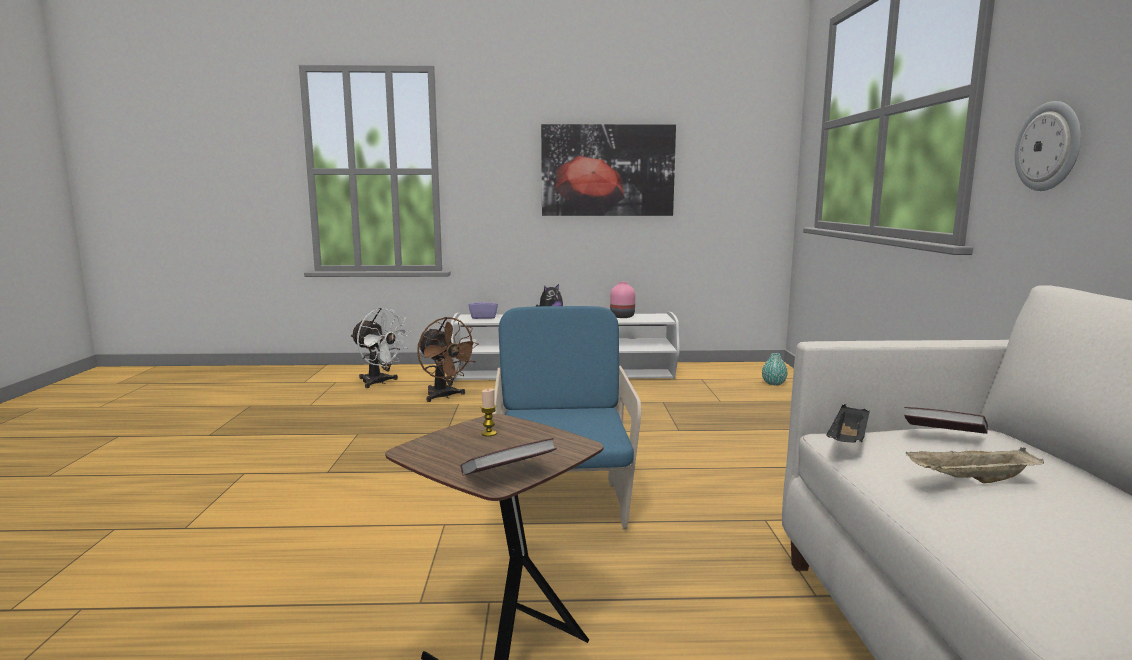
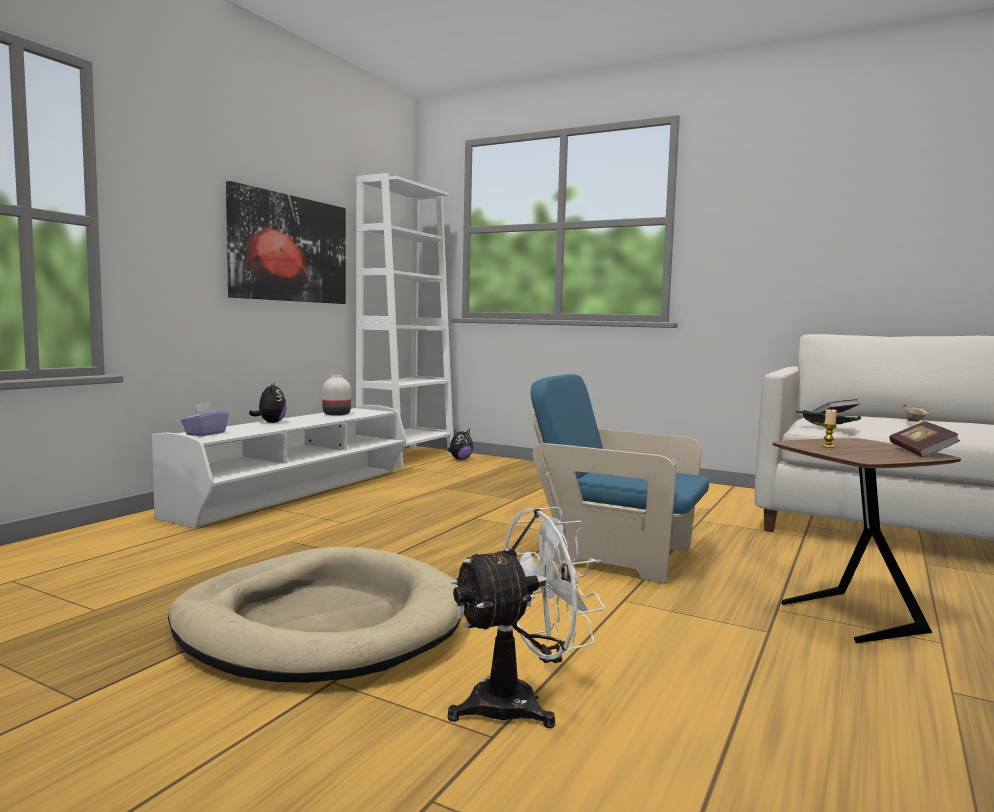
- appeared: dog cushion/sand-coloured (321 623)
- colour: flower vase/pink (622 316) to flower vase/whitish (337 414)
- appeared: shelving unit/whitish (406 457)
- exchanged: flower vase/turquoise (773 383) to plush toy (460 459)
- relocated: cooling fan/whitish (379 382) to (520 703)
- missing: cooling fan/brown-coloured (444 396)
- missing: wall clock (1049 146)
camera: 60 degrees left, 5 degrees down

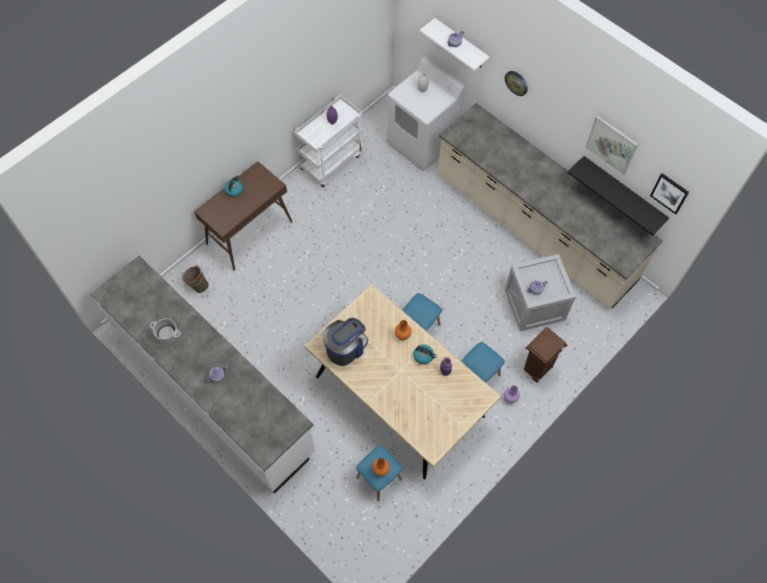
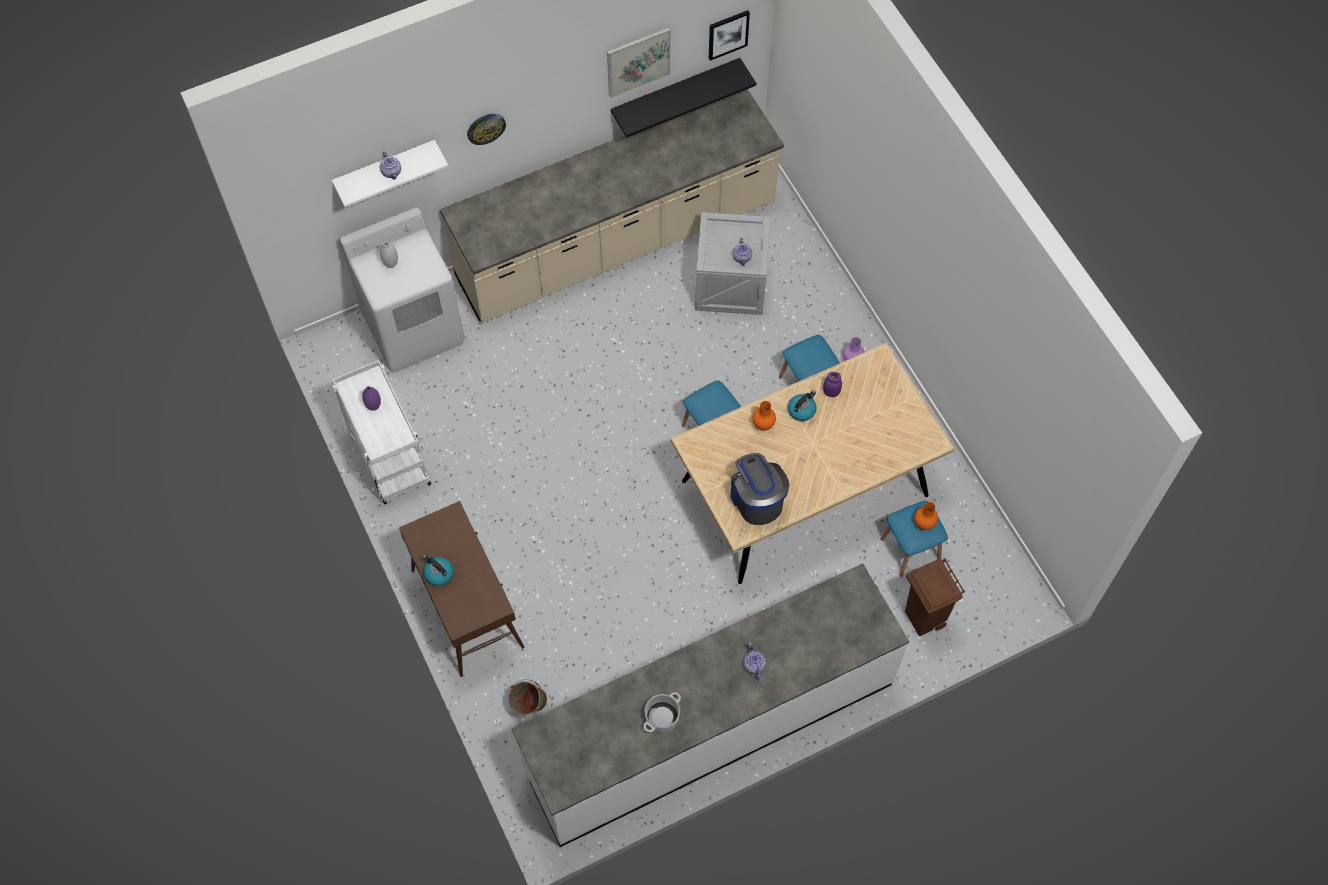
- relocated: rubbish bin/brown-coloured (536 369) to (924 619)
camera: 70 degrees left, 0 degrees up

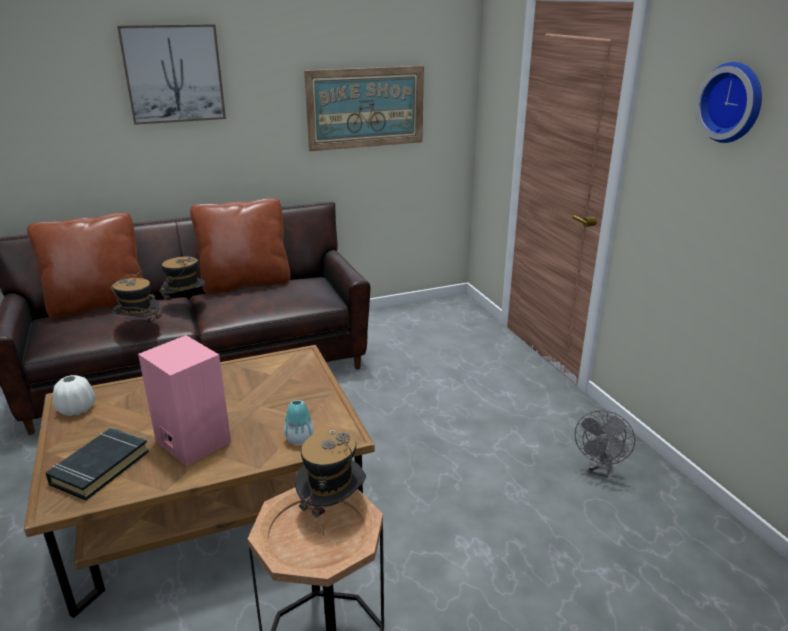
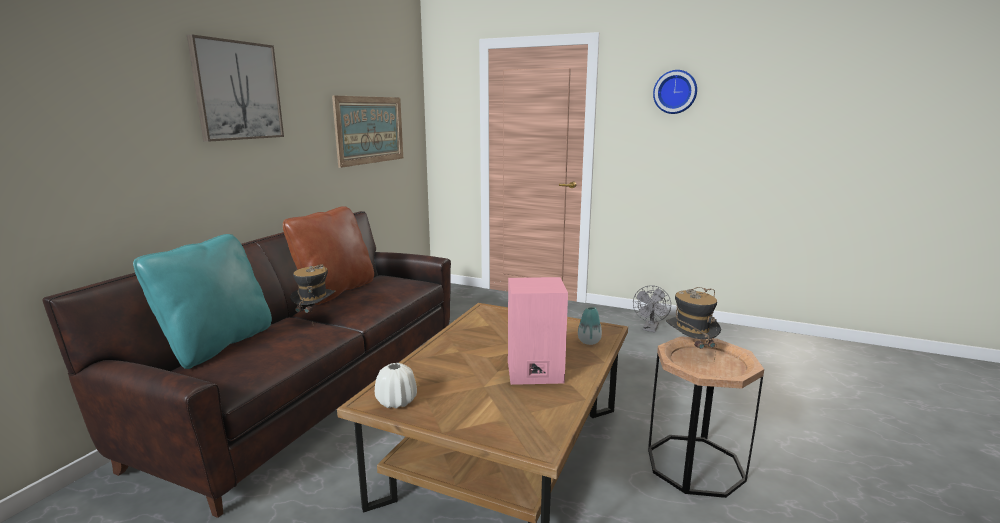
- colour: pillow/brown-coloured (98 305) to pillow/turquoise (218 344)
- spun: cooling fan/greyish (599 469) = (650 329) 45 degrees clockwise
- missing: volume/black (100 467)
- missing: hat (140 329)
camera: 45 degrees left, 10 degrees down

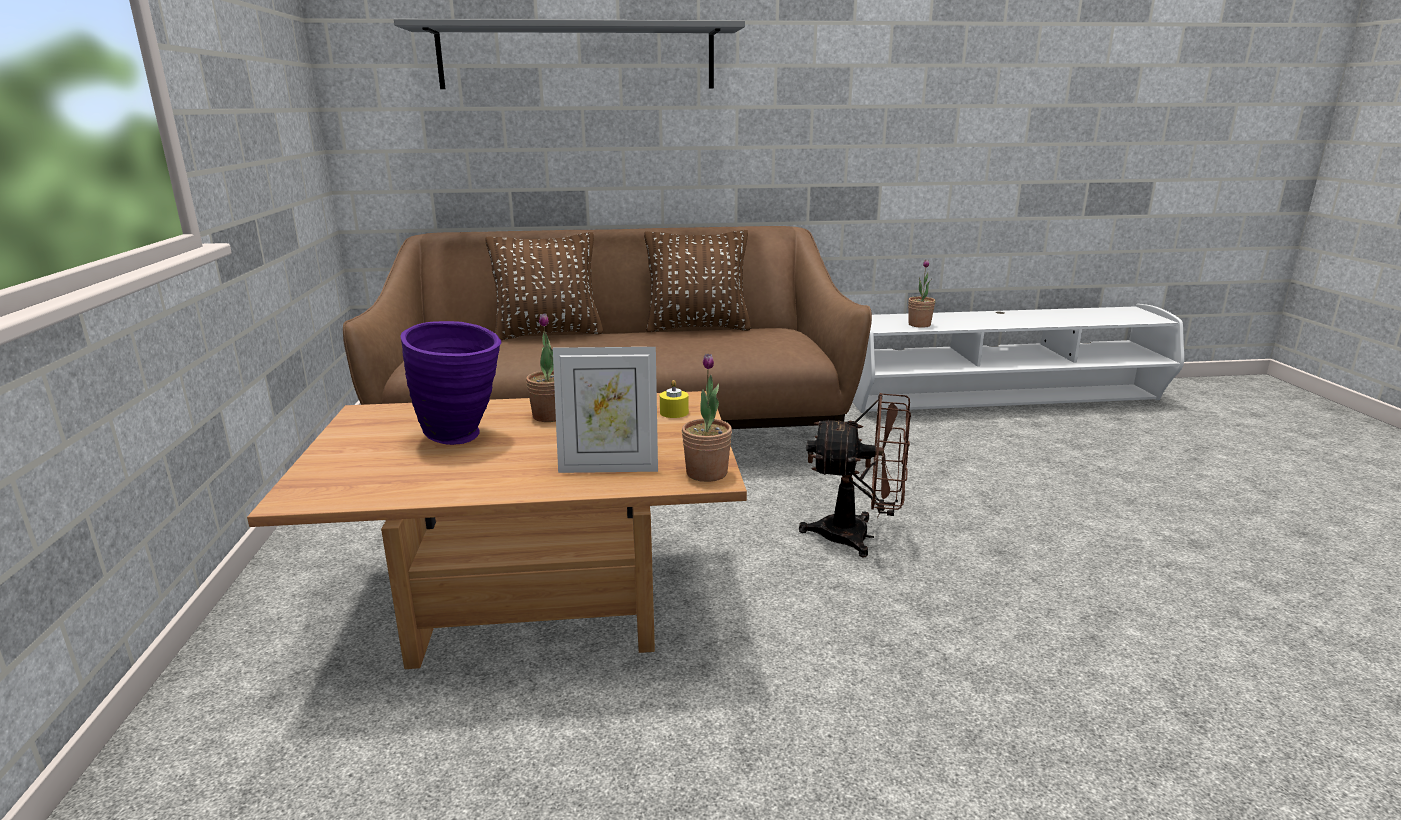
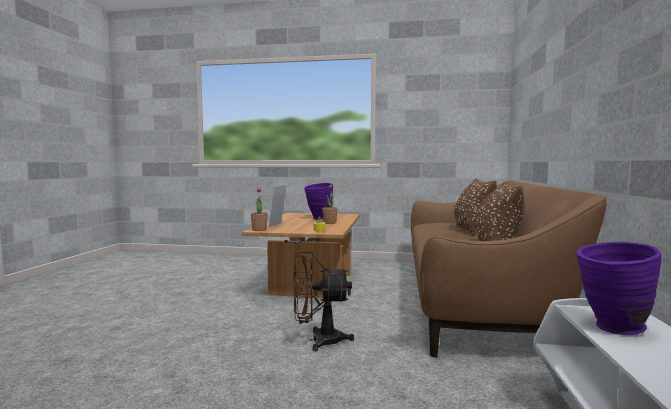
- spun: cooling fan/brown-coloured (858 536) = (318 340) 60 degrees clockwise
- exchanged: plant in a pot (919 325) to flower vase/purplish (611 329)
- missing: bracket shelf/greyish (577 57)
camera: 105 degrees right, 15 degrees down

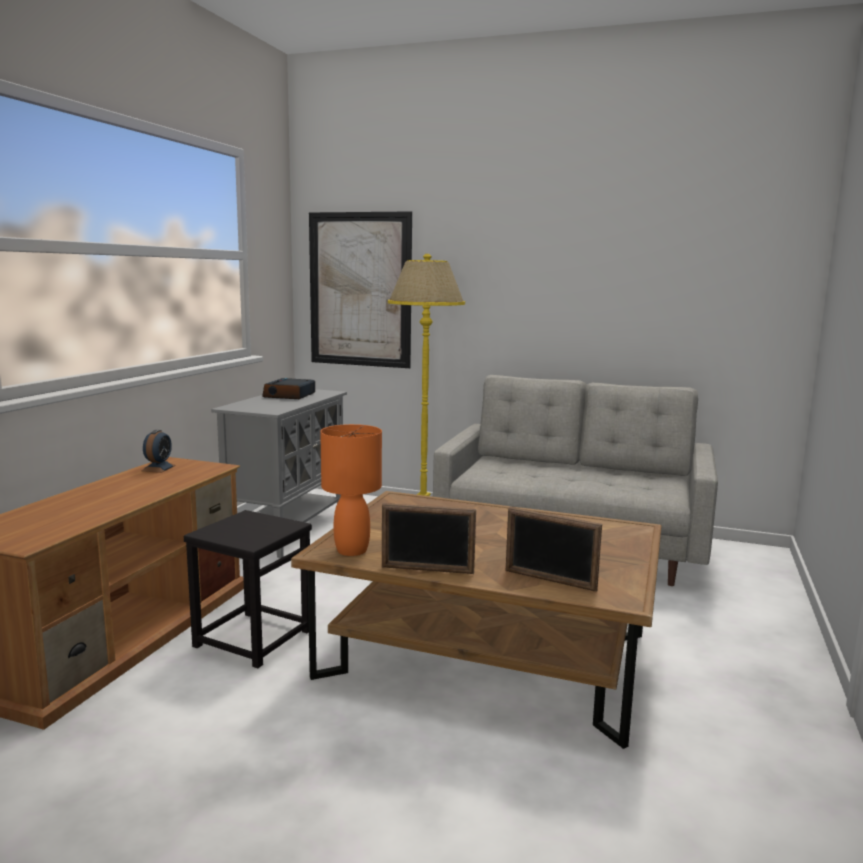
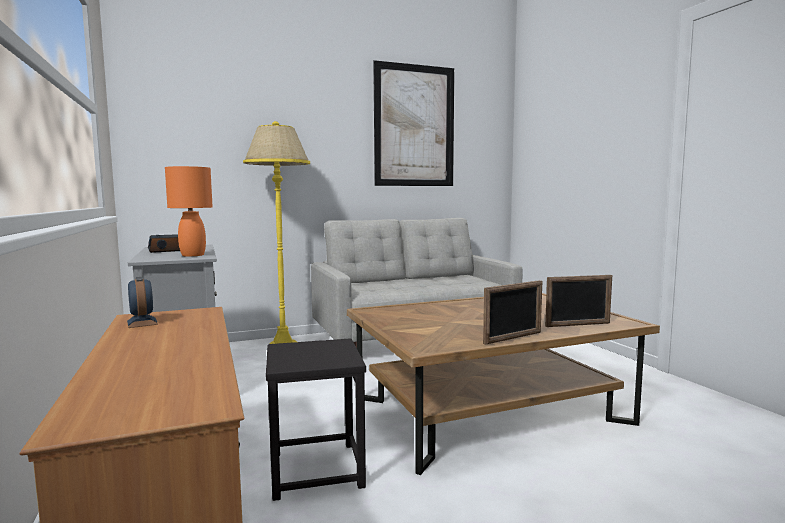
- relocated: tabletop lamp/orangey (352 551) to (193 255)
- relocated: wall art (360 290) to (414 126)
camera: 40 degrees left, 5 degrees down

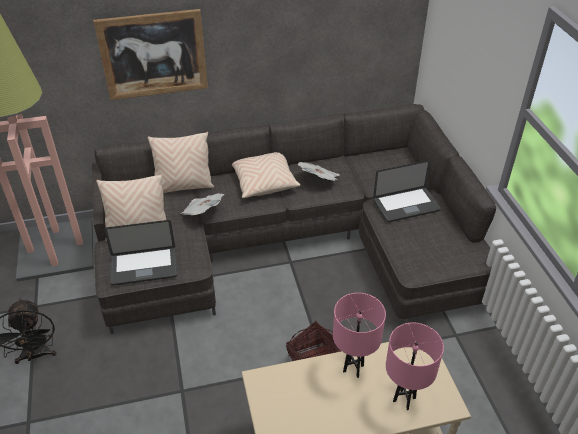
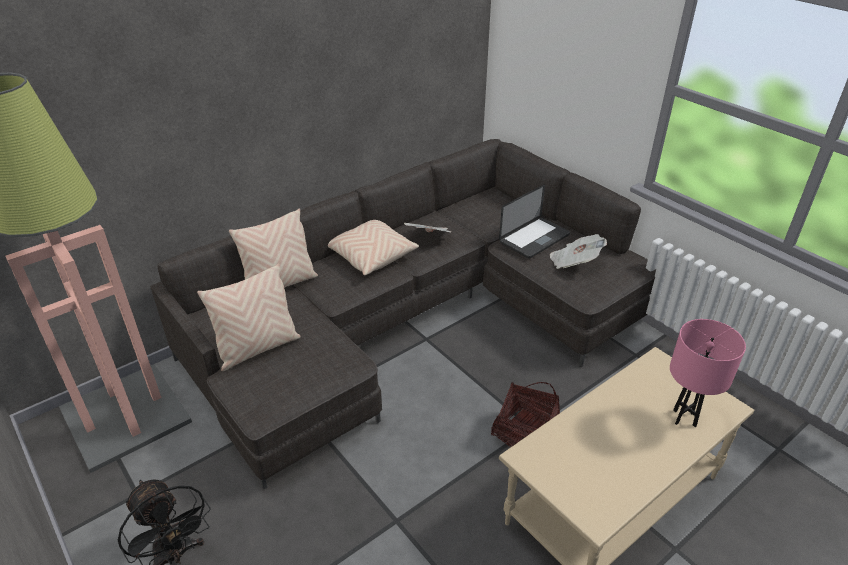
- relocated: newspaper (203 212) to (574 262)
- missing: wall art (153 55)
- missing: portable computer (144 267)
- missing: tabletop lamp/pink (353 368)
camera: 25 degrees left, 5 degrees down

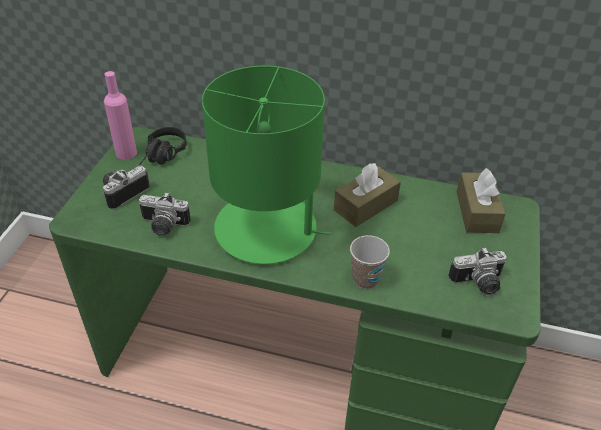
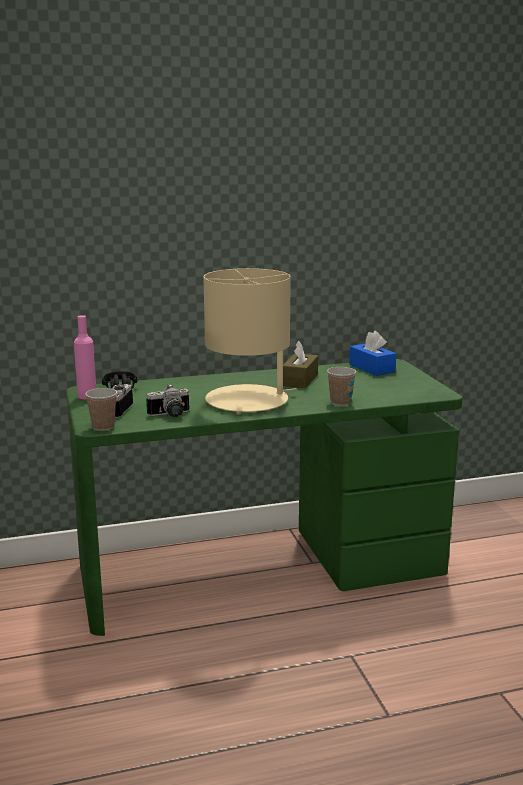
- appeared: small cup (103 427)
- colour: tabletop lamp/greenish (267 229) to tabletop lamp/sand-coloured (248 401)
- colour: tissue holder/brown-coloured (477 212) to tissue holder/bluish (371 368)
- missing: photo camera (478 284)
camera: 30 degrees left, 25 degrees down

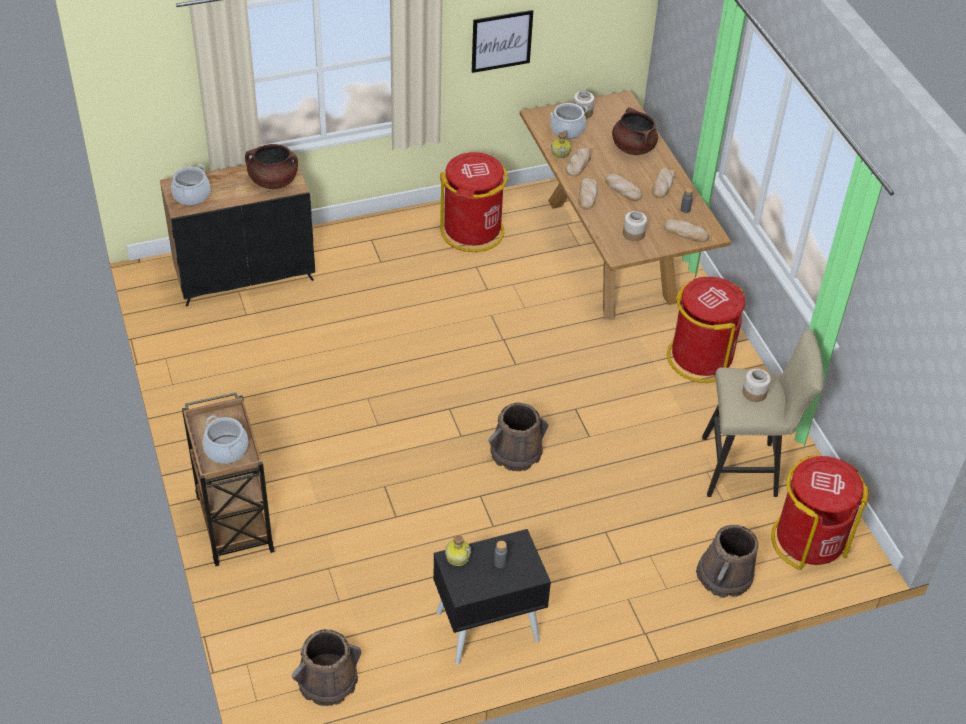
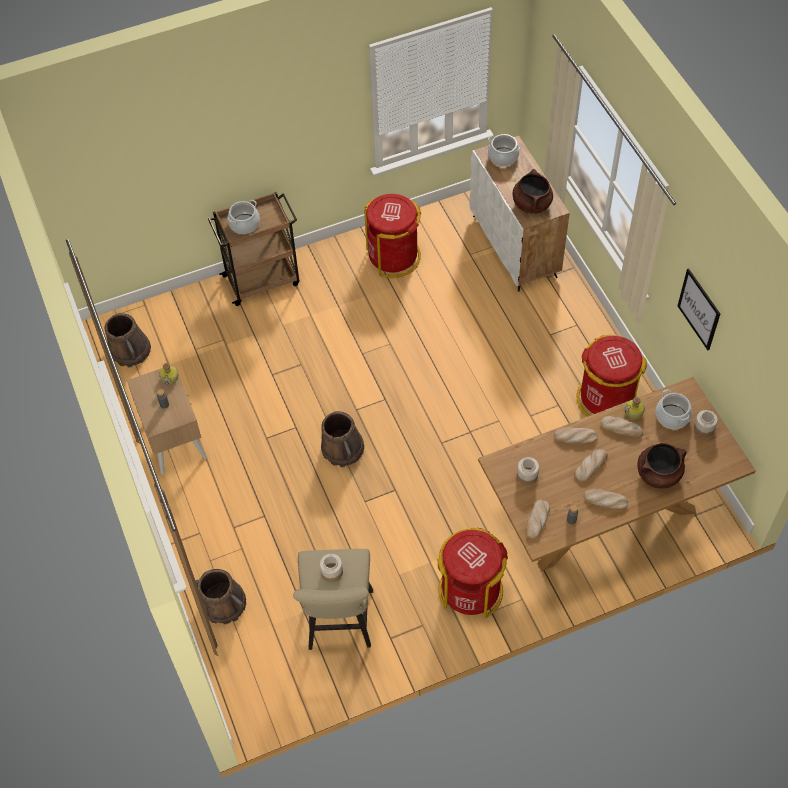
- colour: night table/black (487 626) to night table/sand-coloured (174 440)
- relocated: rubbish bin/red (808 540) to (394 256)
- colour: storage cabinet/black (245 275) to storage cabinet/whitish (515 246)
camera: 90 degrees right, 10 degrees up

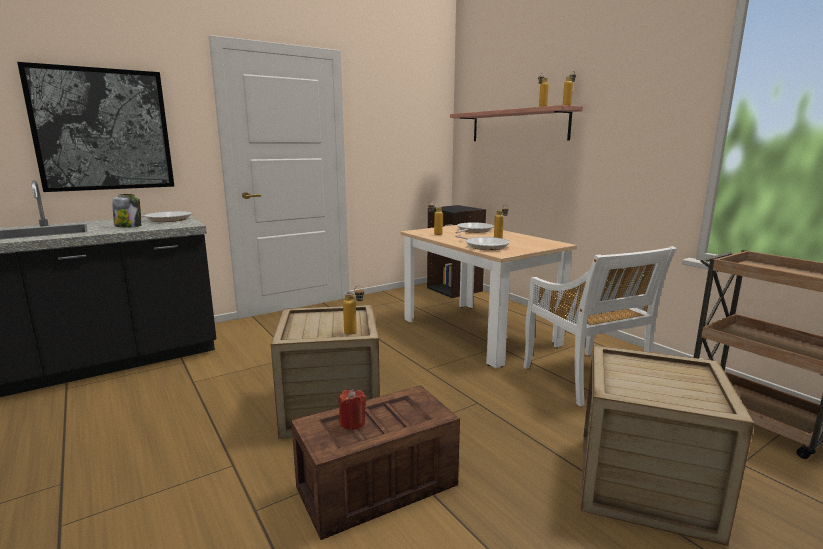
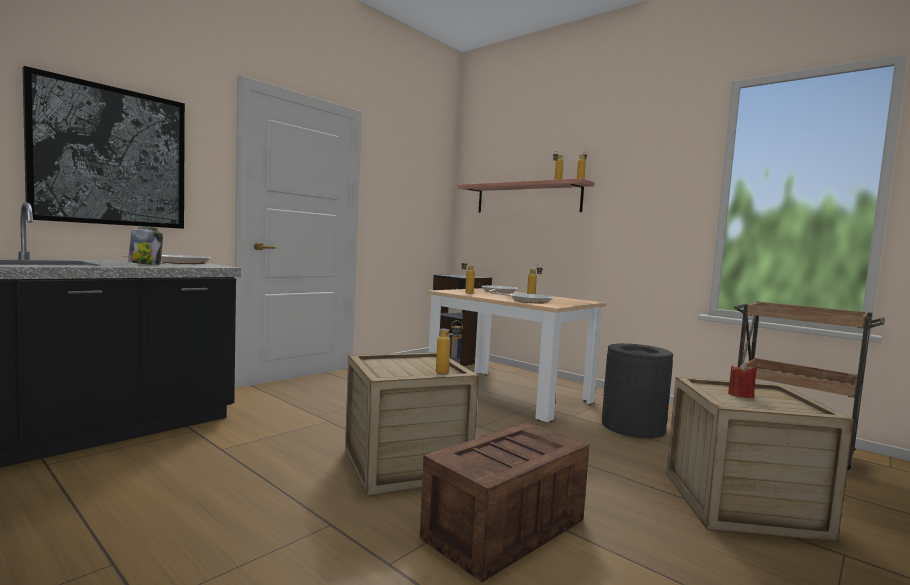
- exchanged: plain chair/whitish (586 378) to rubbish bin/black (633 427)
- relocated: candle/red (352 423) to (740 395)
camera: 15 degrees left, 10 degrees down

